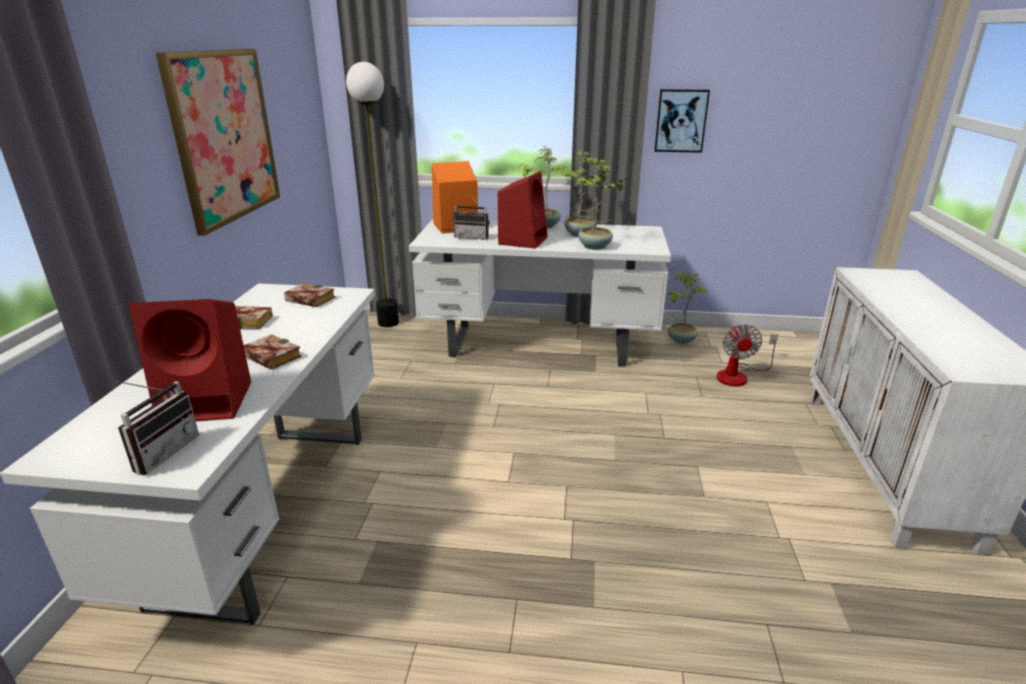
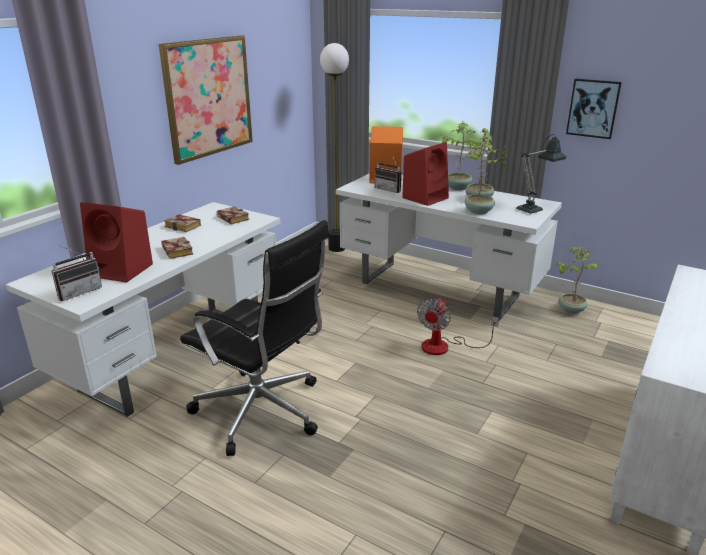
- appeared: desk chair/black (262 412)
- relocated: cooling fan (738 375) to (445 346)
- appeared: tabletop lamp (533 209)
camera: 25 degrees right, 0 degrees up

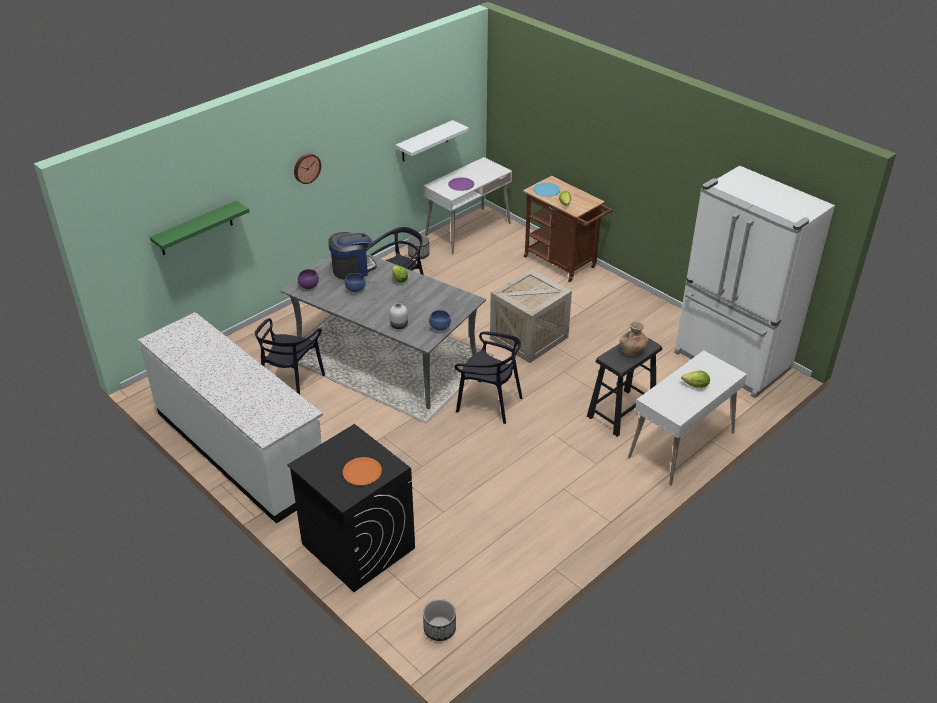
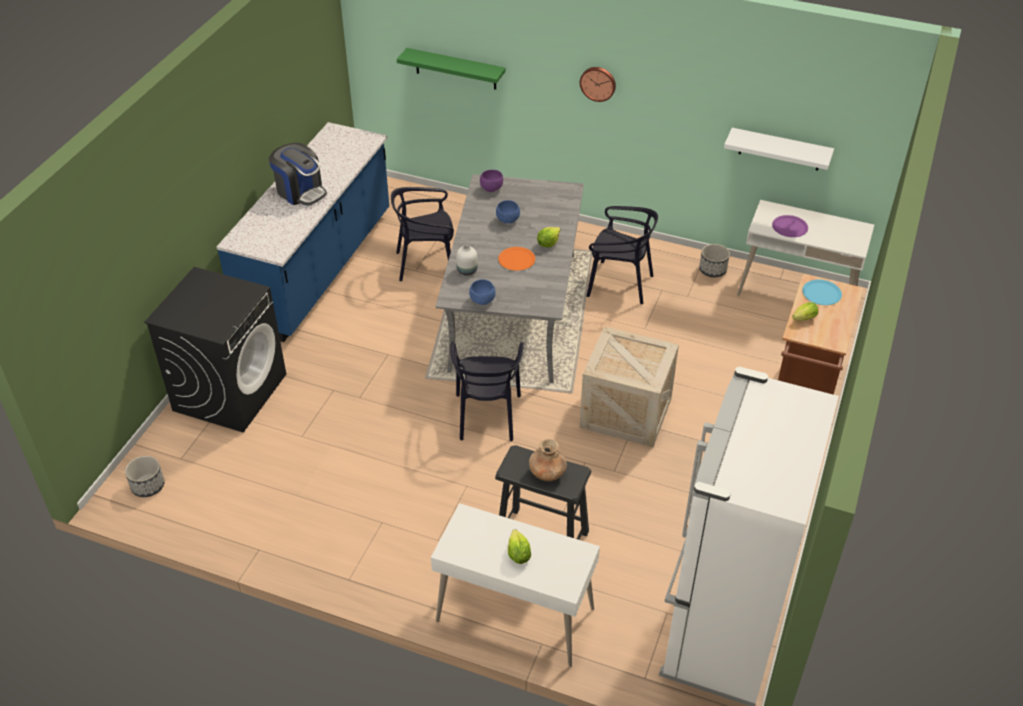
- colour: kitchen counter/whitish (241 449) to kitchen counter/bluish (318 269)
- relocated: coffee brewer (353 269) to (300 192)
- relocated: flat dish/orangey (362 472) to (516 259)
camera: 65 degrees right, 5 degrees up

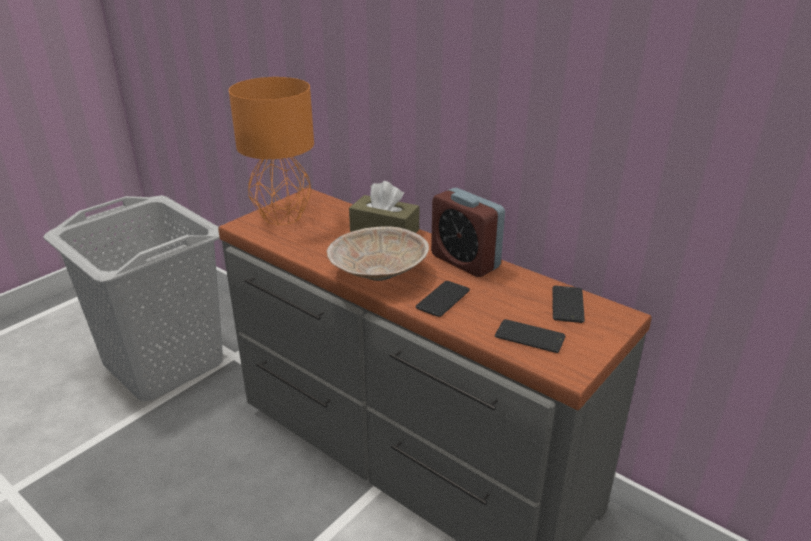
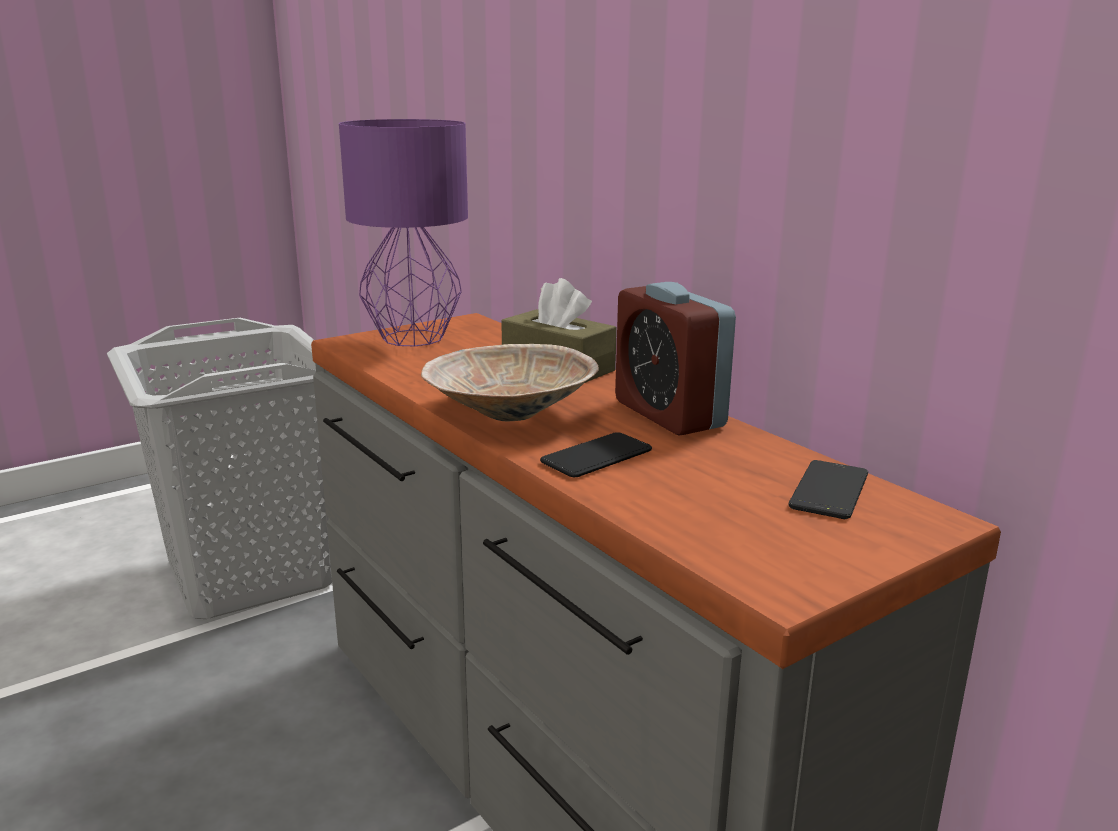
- colour: tabletop lamp/orangey (283 217) to tabletop lamp/purplish (413 338)
- missing: handset (529 337)
camera: 15 degrees right, 10 degrees down

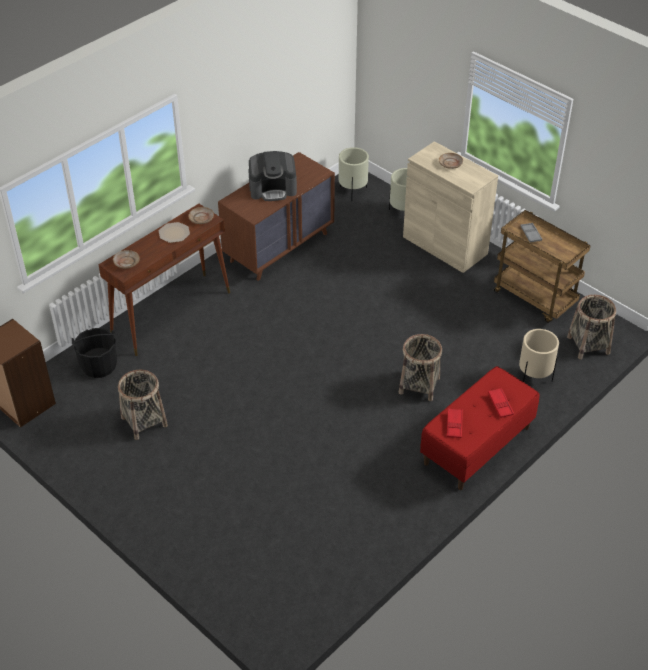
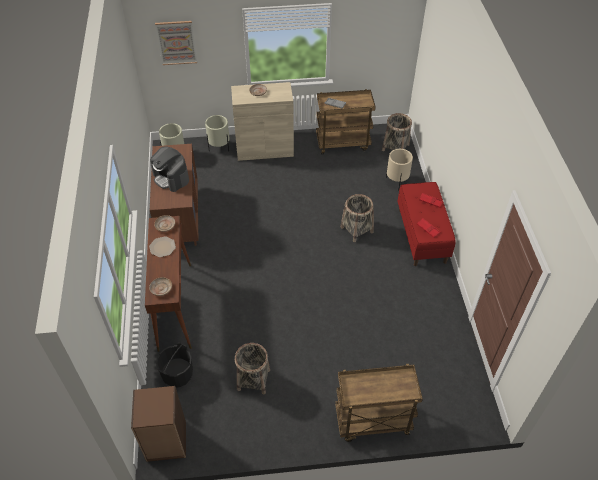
- spun: coffee brewer (273 189) = (171 178) 105 degrees clockwise
- appeared: wall art (176 42)
- appeared: wheeled cart/brown-coloured (372 422)
camera: 50 degrees left, 5 degrees up

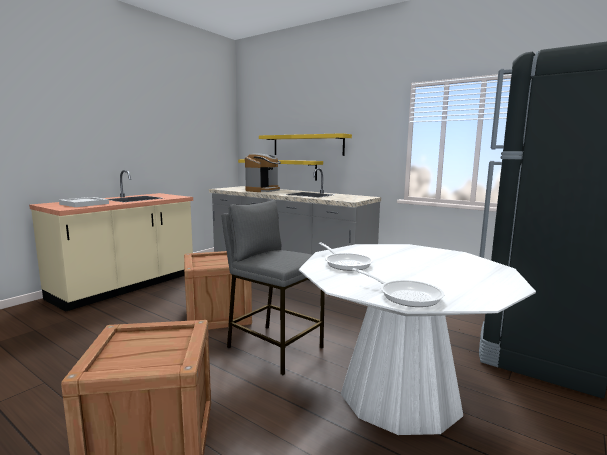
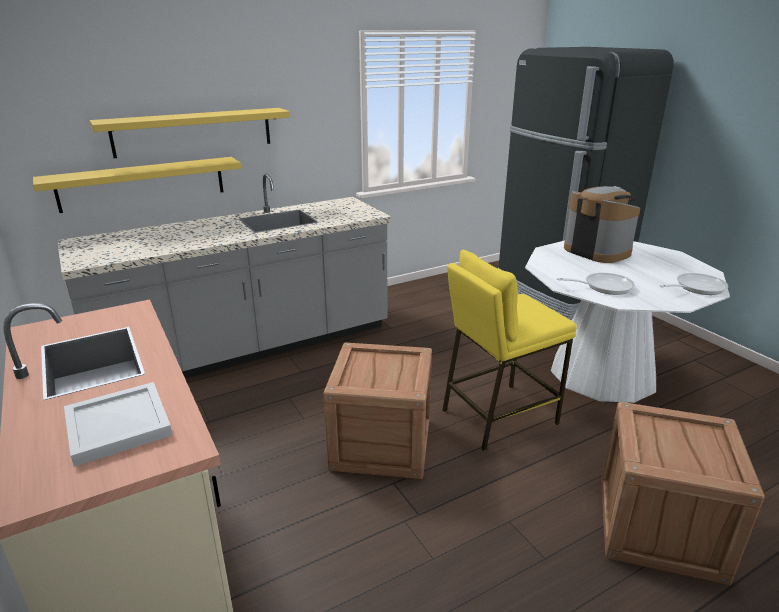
- colour: stool seat/greyish (274 347) to stool seat/yellowish (498 416)
- relocated: coffee brewer (263 190) to (596 251)
camera: 65 degrees left, 15 degrees up

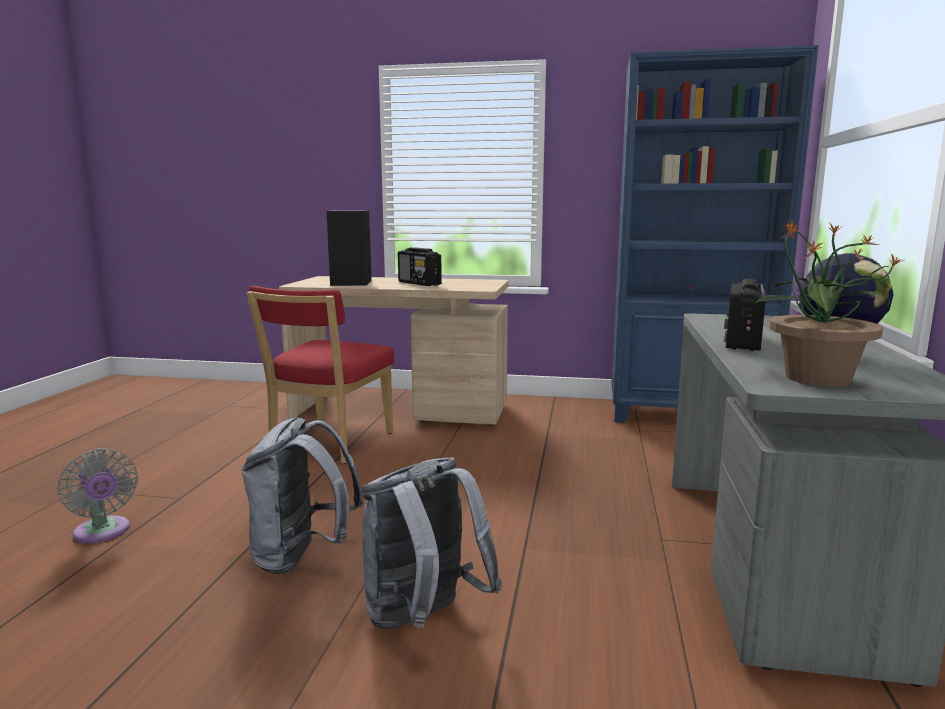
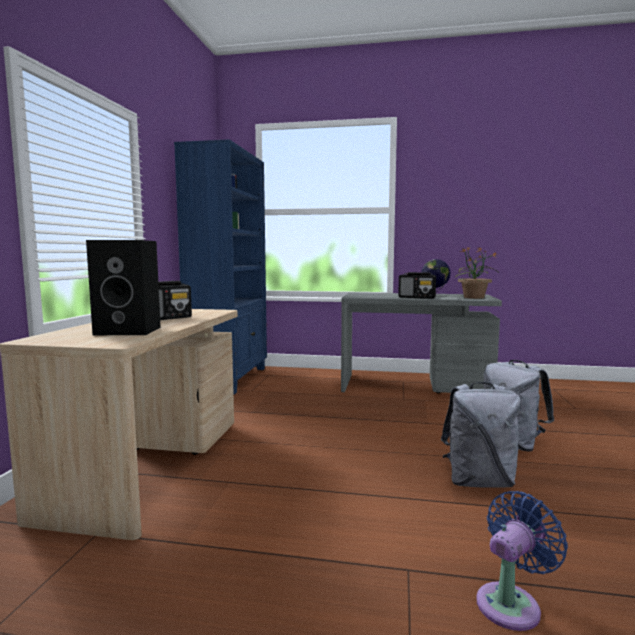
- colour: cooling fan/greyish (102 533) to cooling fan/bluish (511 603)
- missing: plain chair/red (328 444)
camera: 90 degrees left, 5 degrees down

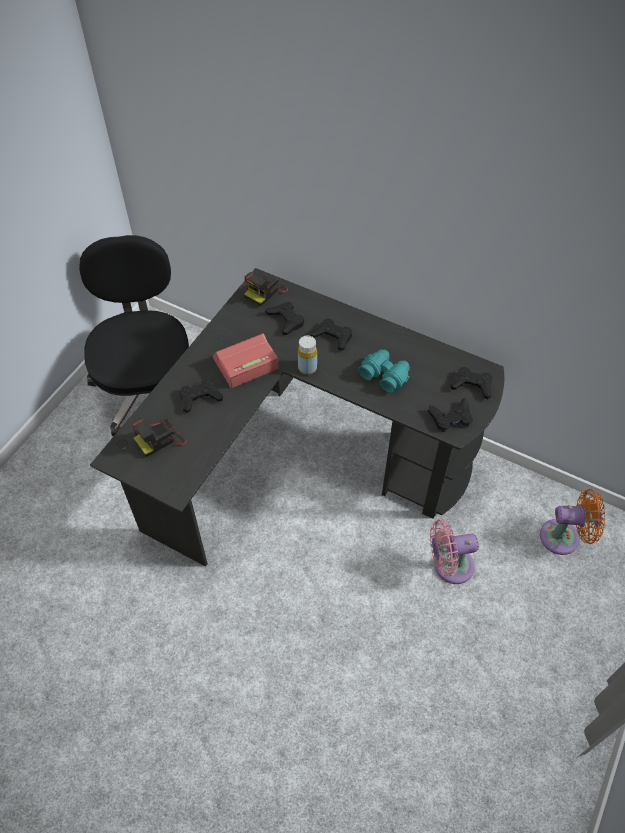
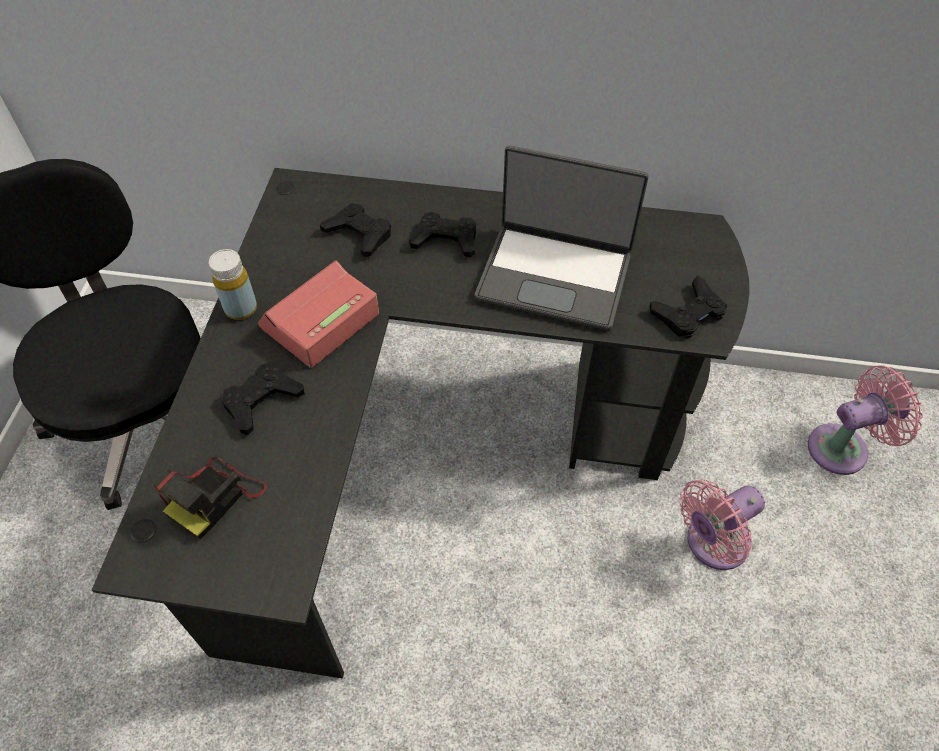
- relocated: beverage bottle/yellowish (307 368) to (241 308)
- exchanged: binoculars/turquoise (385 374) to portable computer (555 275)
- colour: cooling fan/orangey (564 537) to cooling fan/pink (843 447)
- missing: photo camera (265 291)
- missing: joypad/black (472 385)
camera: 20 degrees left, 0 degrees up

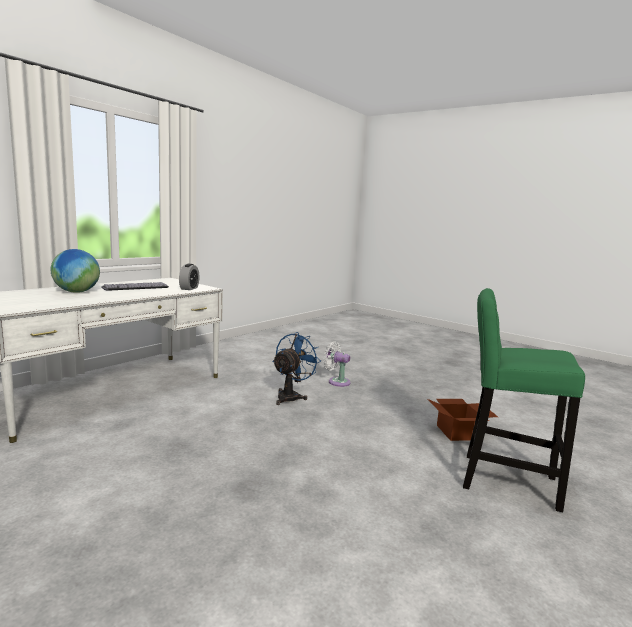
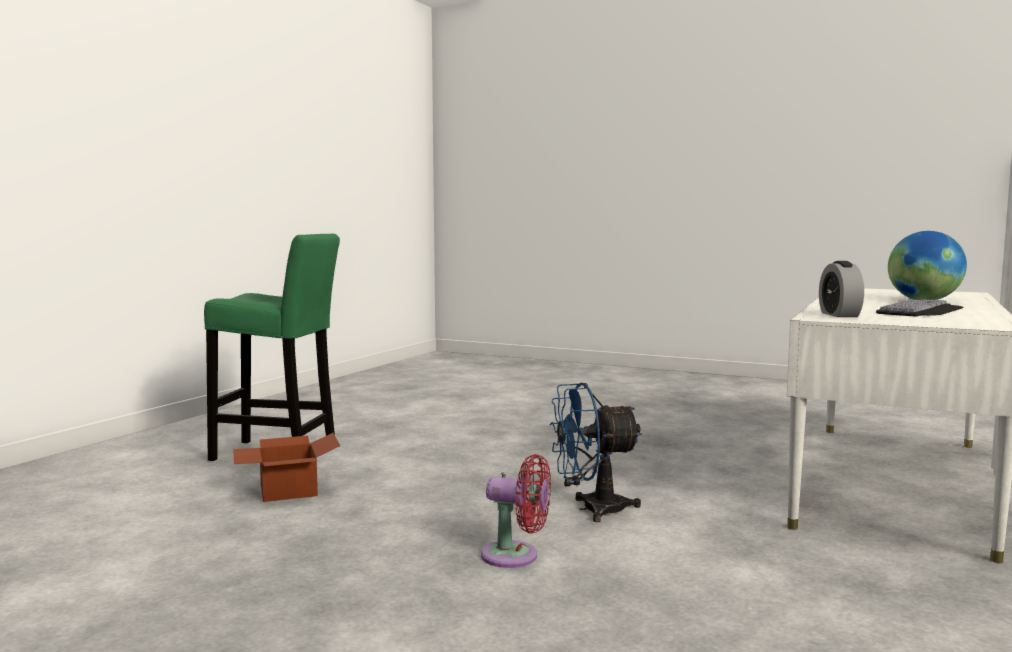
- colour: cooling fan/whitish (337 381) to cooling fan/red (516 556)
- spun: cooling fan/bluish (291 396) = (592 509) 60 degrees clockwise
camera: 170 degrees right, 5 degrees down

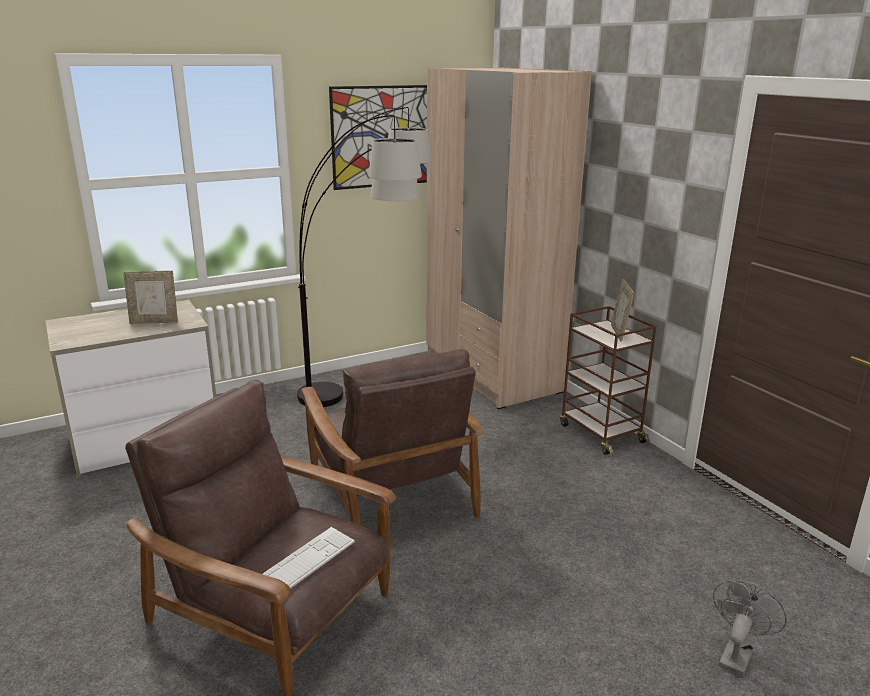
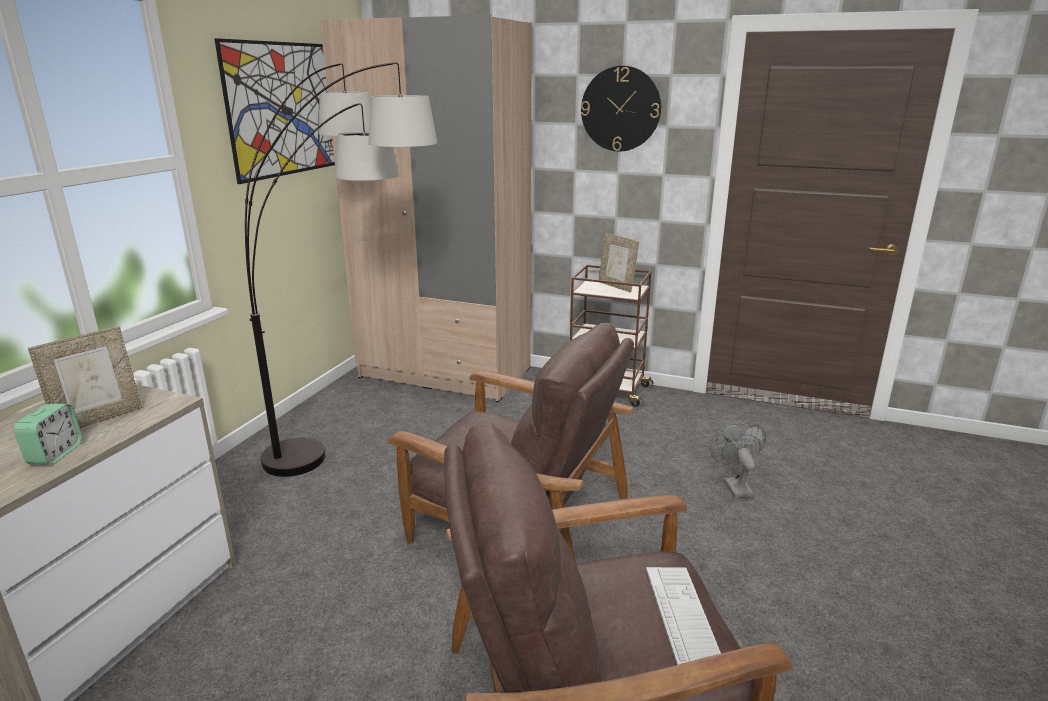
- appeared: alarm clock (55 454)
- appeared: wall clock (620 109)
- relocated: cooling fan/greyish (736 654) to (734 485)
camera: 40 degrees left, 0 degrees up

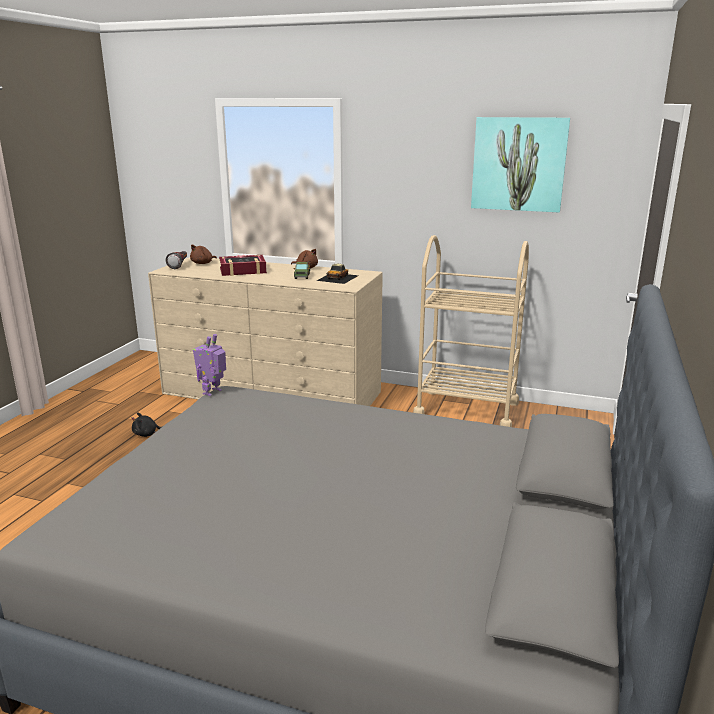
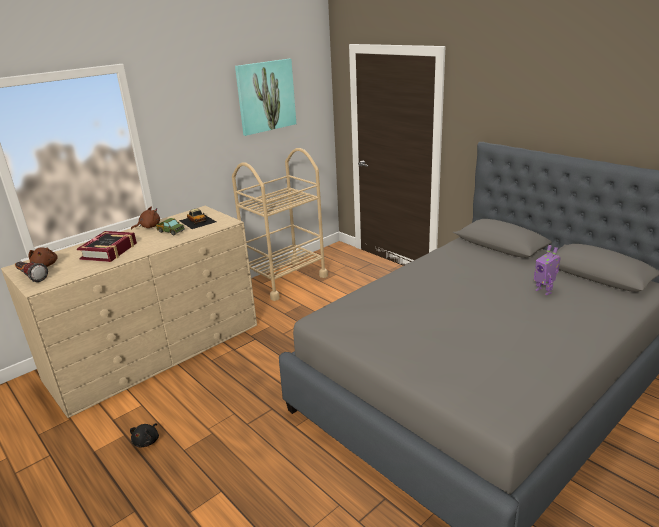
- relocated: model robot (213 392) to (544 291)
camera: 60 degrees left, 5 degrees up

